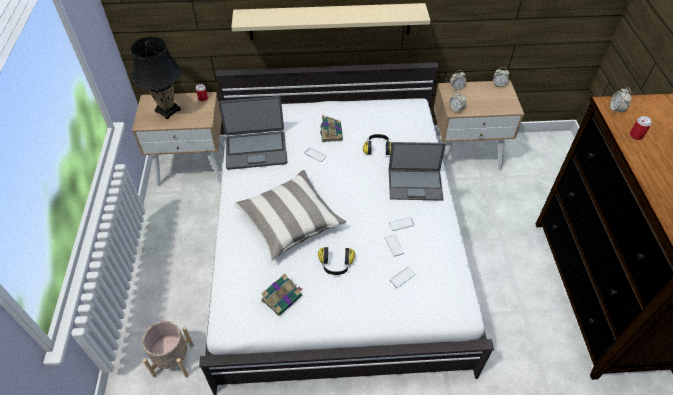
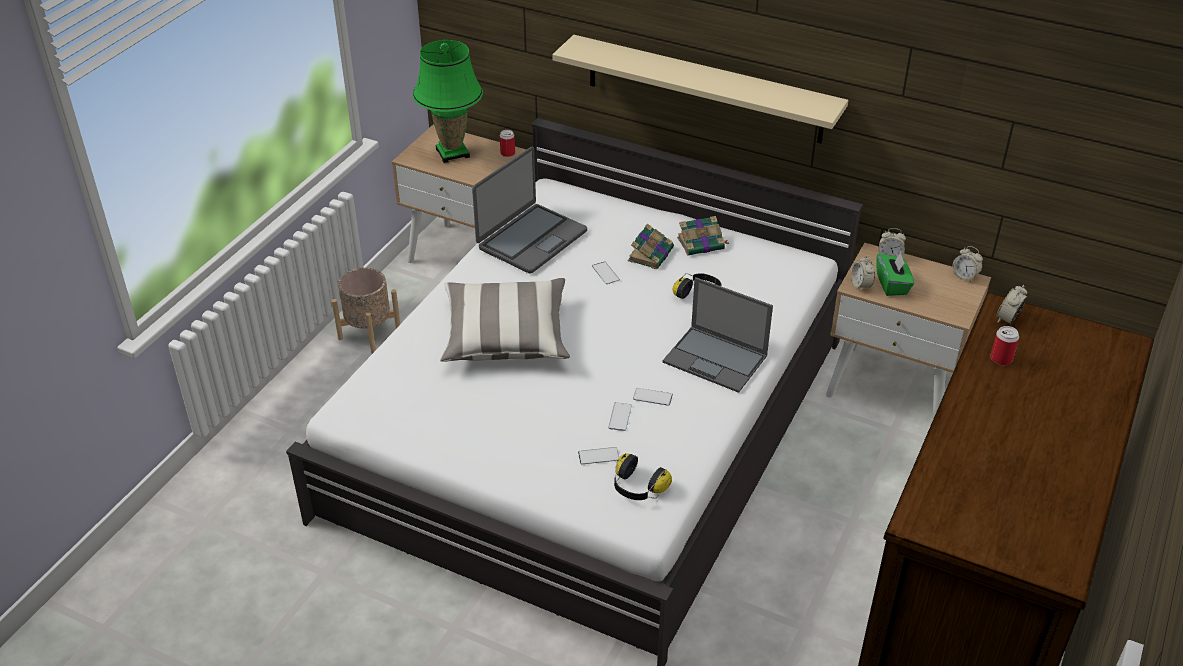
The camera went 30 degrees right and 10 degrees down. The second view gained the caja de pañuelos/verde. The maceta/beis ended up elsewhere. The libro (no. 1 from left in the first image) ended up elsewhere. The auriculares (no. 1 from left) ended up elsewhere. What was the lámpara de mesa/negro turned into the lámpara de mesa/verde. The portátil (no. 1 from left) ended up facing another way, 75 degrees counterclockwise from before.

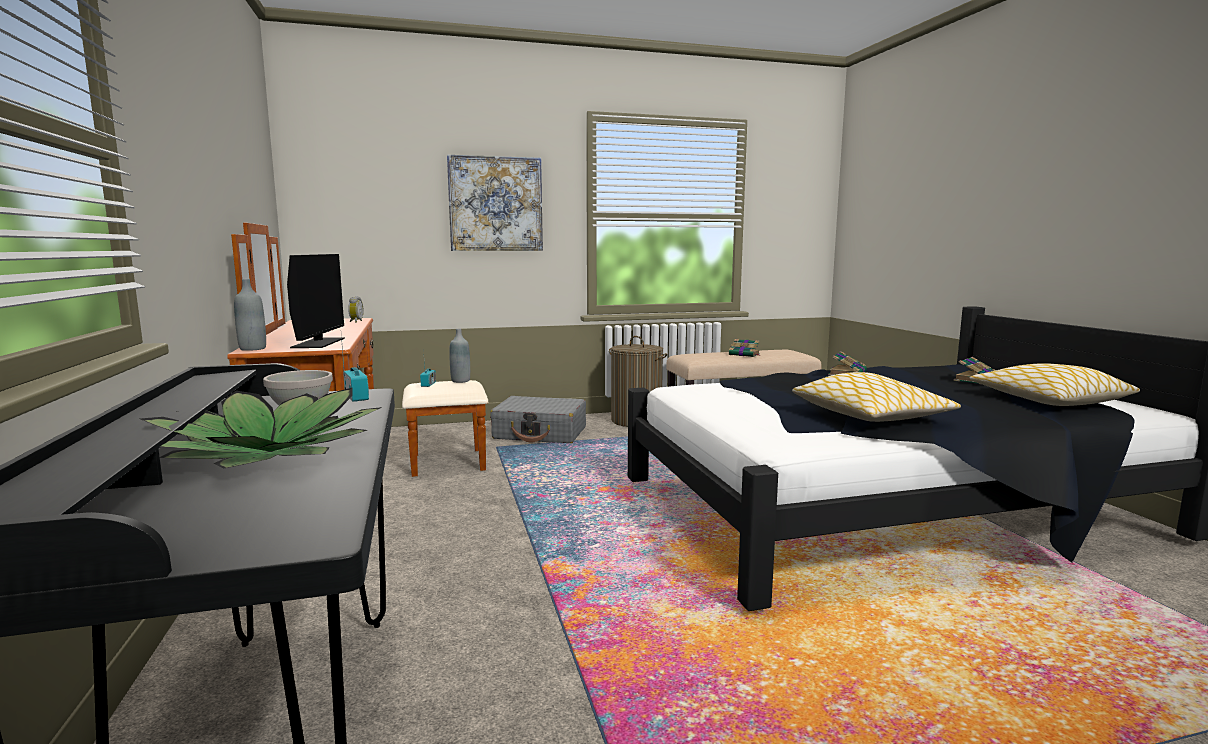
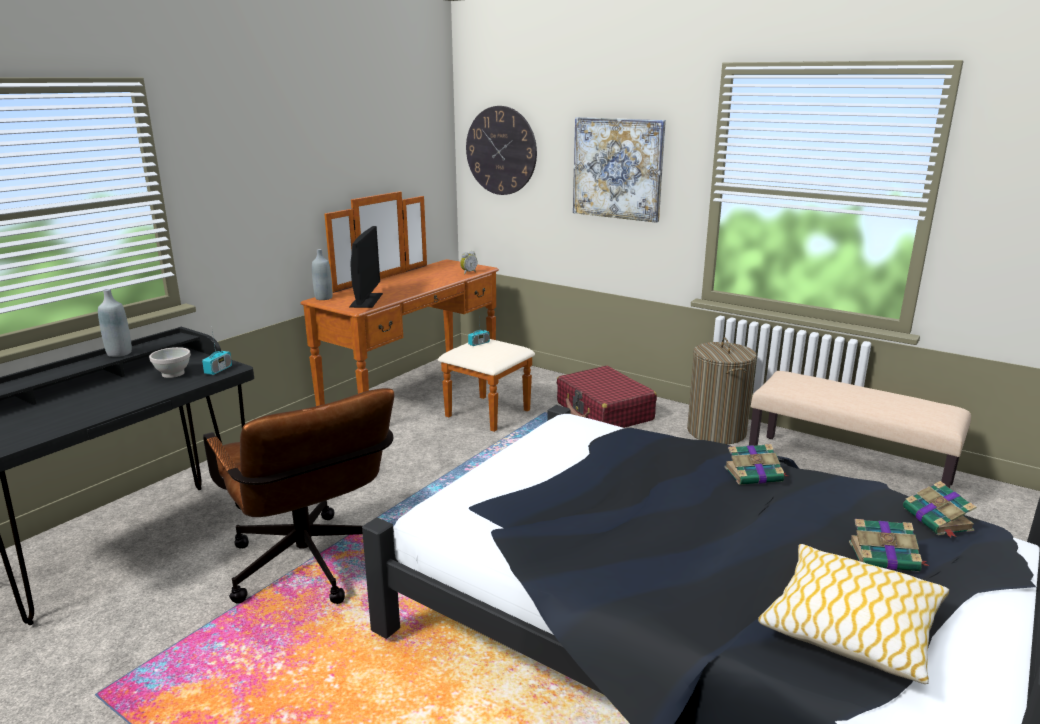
The camera went 50 degrees right and 10 degrees up. The second view lost the planta en maceta. The second view lost the cojín (no. 1 from left). The second view gained the silla de oficina/marrón. The second view gained the reloj de pared. The botella/gris (no. 2 from left in the first image) ended up elsewhere. The libro (no. 1 from left in the first image) ended up elsewhere. What was the maleta/gris turned into the maleta/rojo. The monitor ended up facing another way, 45 degrees counterclockwise from before.

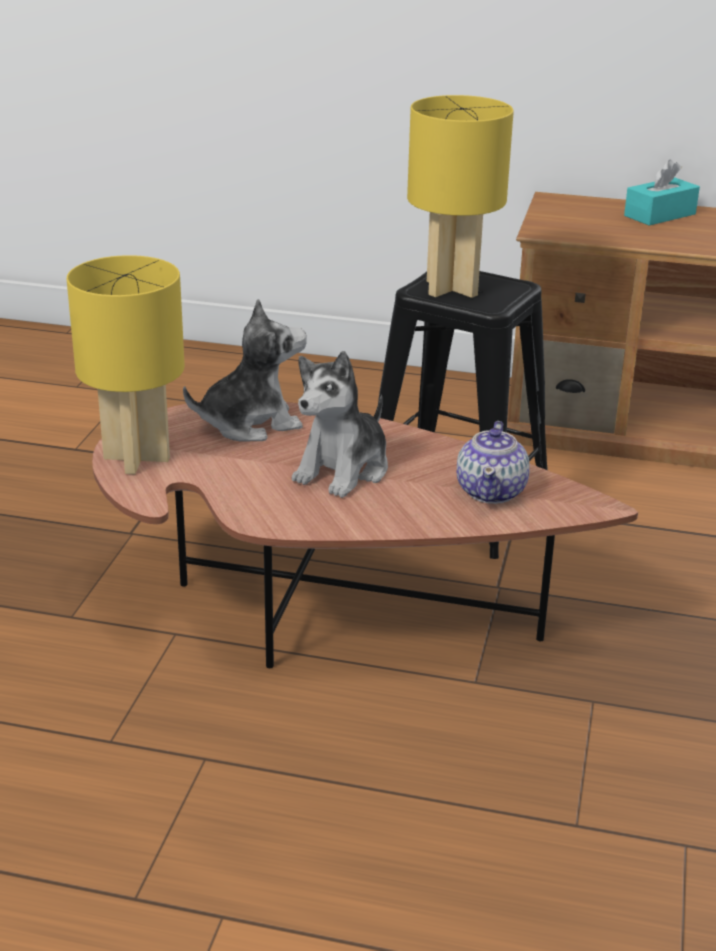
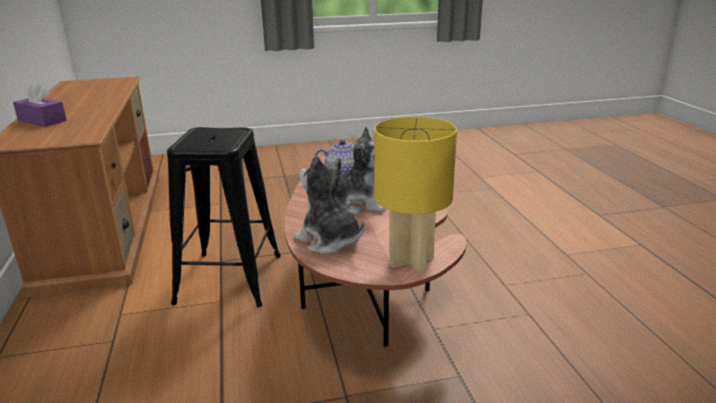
The camera went 115 degrees left and 5 degrees down. The second view lost the lámpara de mesa/amarillo (no. 2 from left). What was the caja de pañuelos/turquesa turned into the caja de pañuelos/morado.

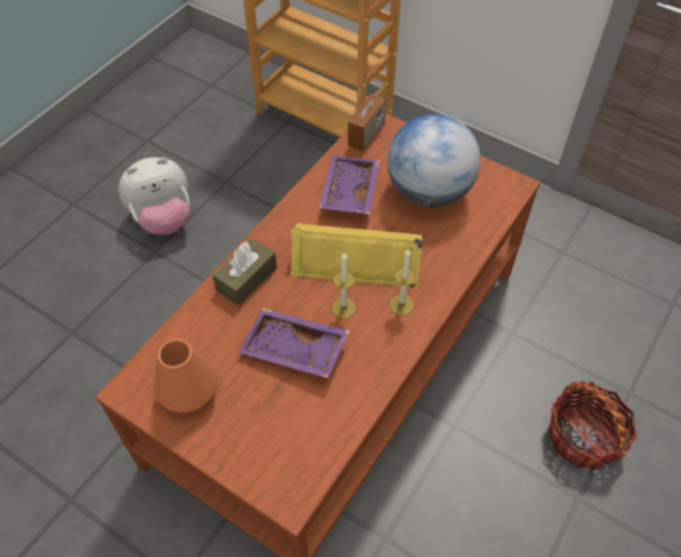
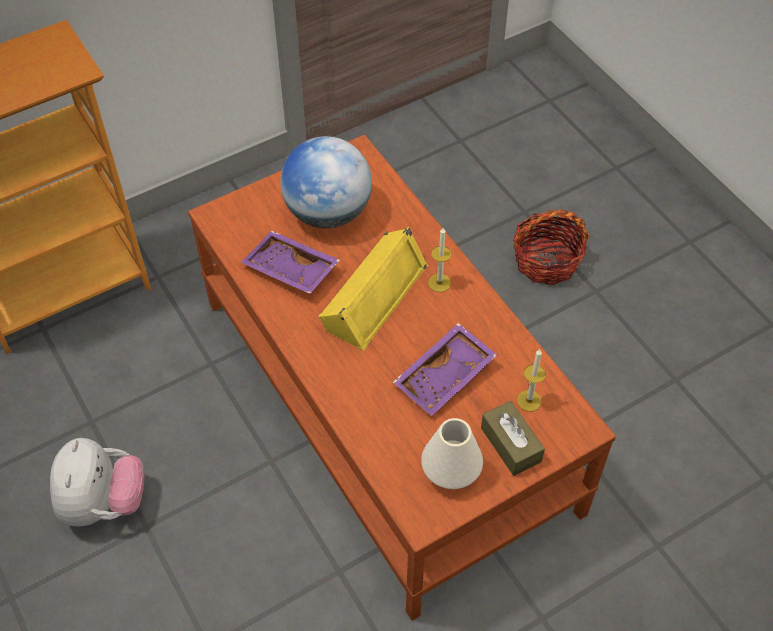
The camera went 65 degrees left and 0 degrees up. The second view lost the radio. The caja de pañuelos/marrón ended up elsewhere. The vela (no. 1 from left in the first image) ended up elsewhere. What was the florero/naranja turned into the florero/blanco.

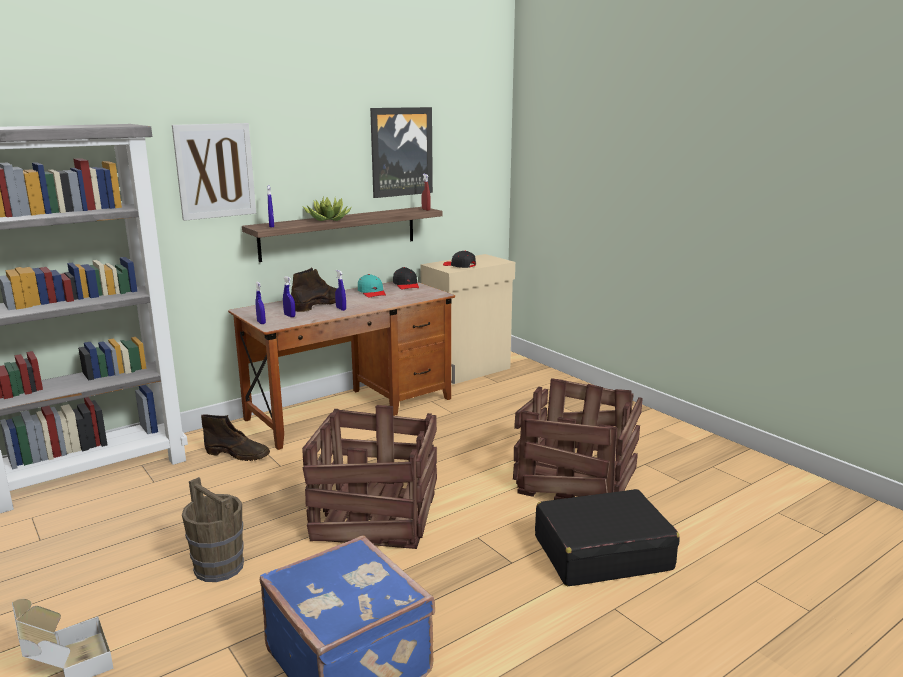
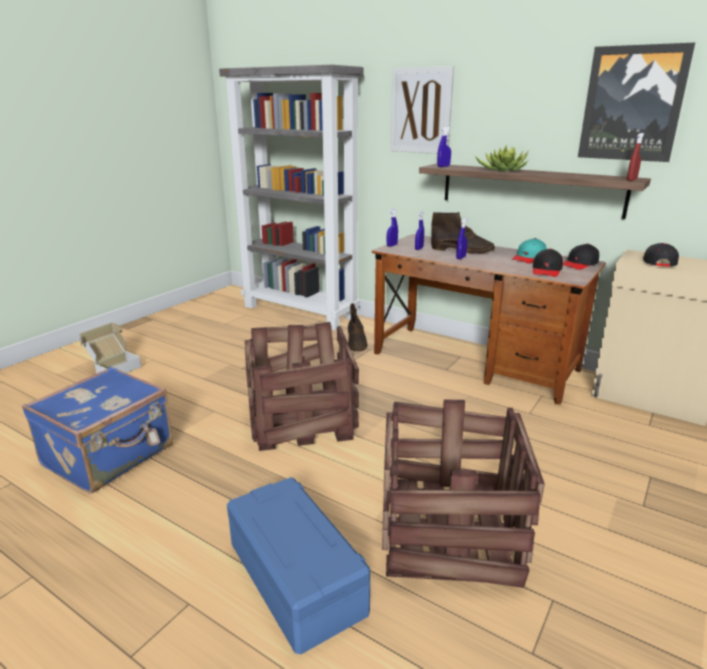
The camera went 70 degrees right and 5 degrees up. The second view lost the cubo/marrón. The second view gained the gorra/negro (no. 1 from left). Where the maleta/negro stood, the caja de almacenaje/azul came to stand.

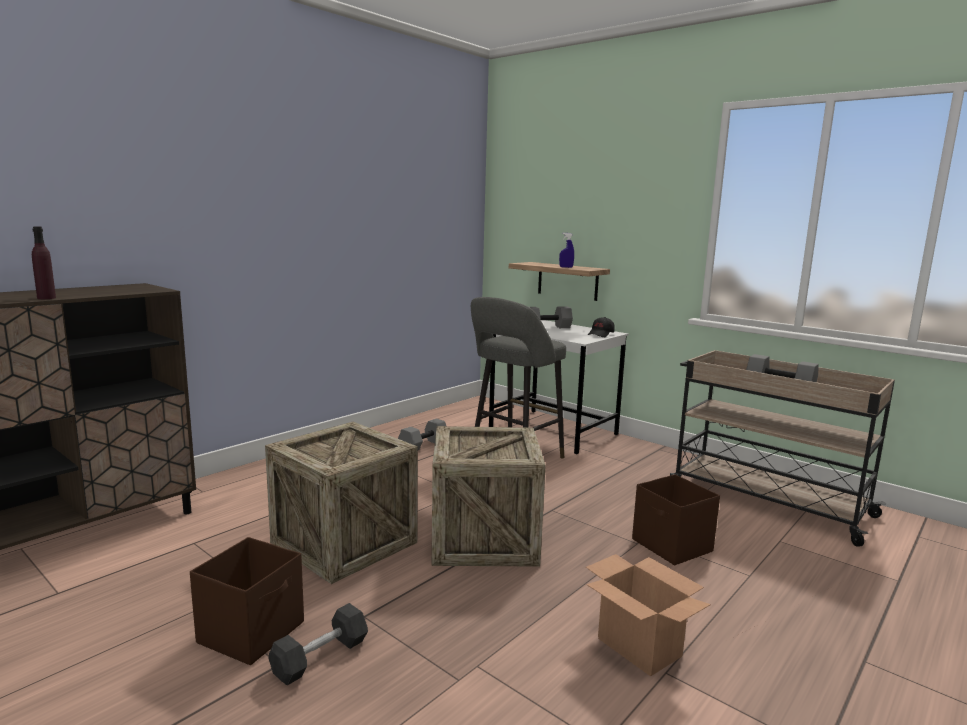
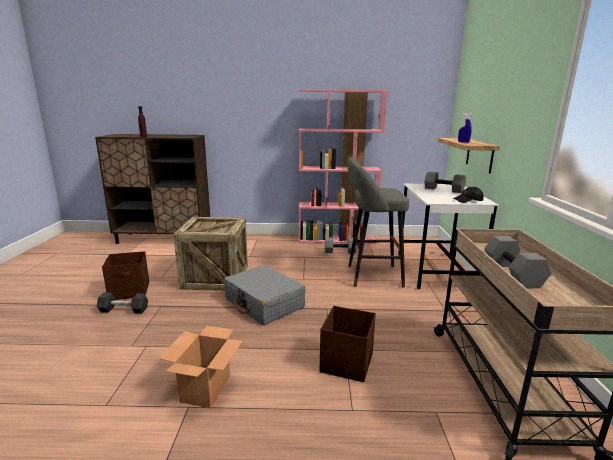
The camera went 50 degrees right and 5 degrees up. The second view gained the estantería/rosa. Where the caja de embalaje (no. 2 from left) stood, the maleta/gris came to stand.

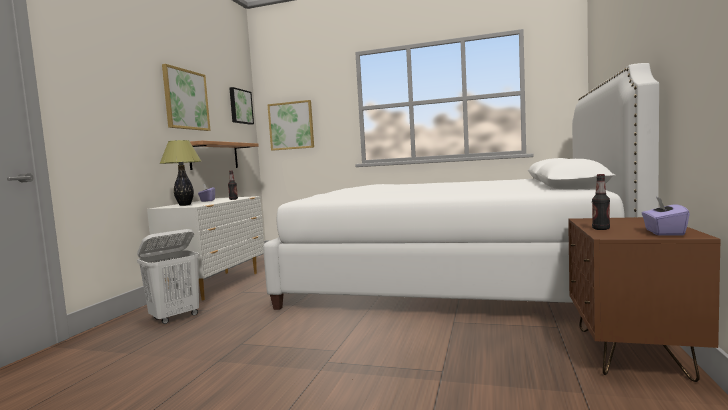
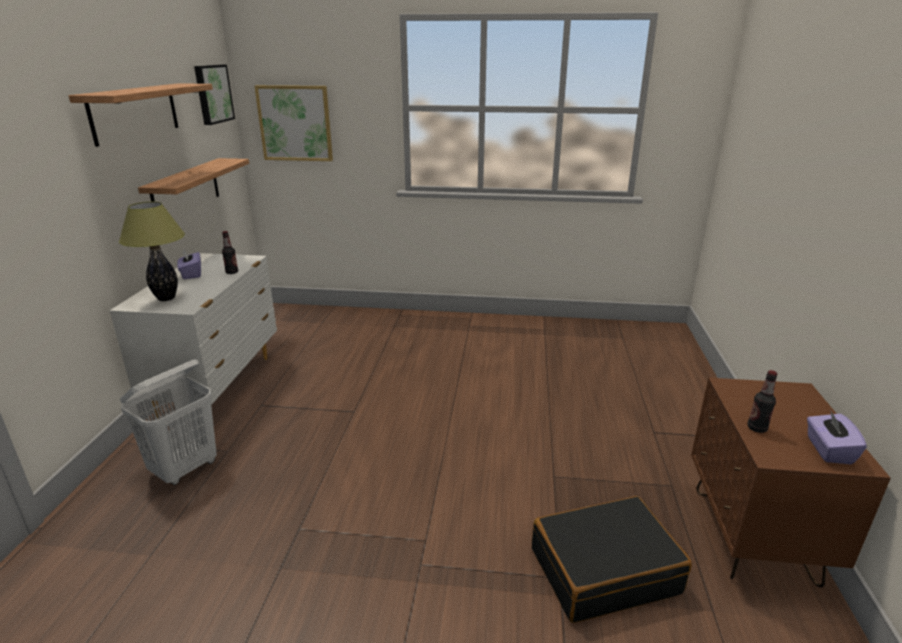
The camera went 10 degrees left and 20 degrees up. The second view lost the cama/blanco. The second view gained the maleta/negro. Where the cuadro (no. 1 from left) hung, the estante (no. 1 from left) came to hang.

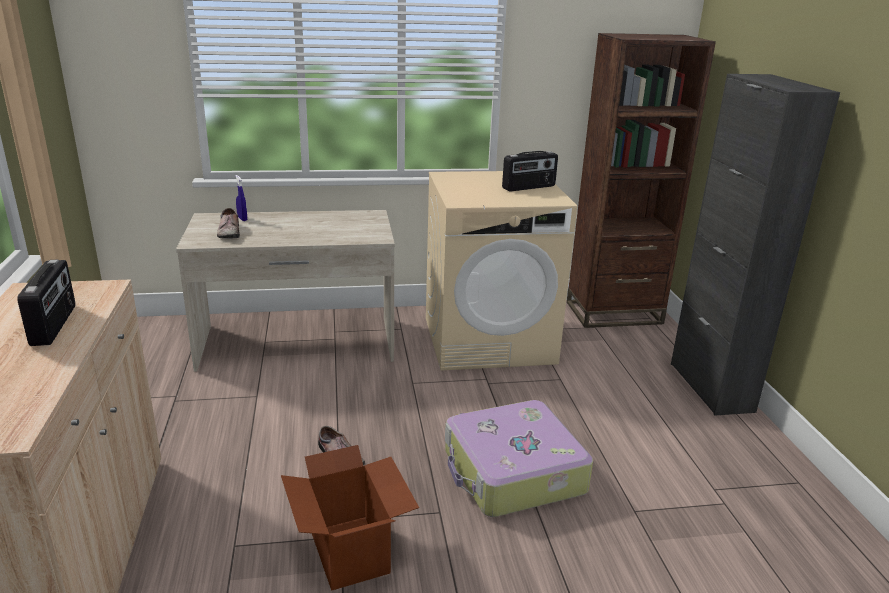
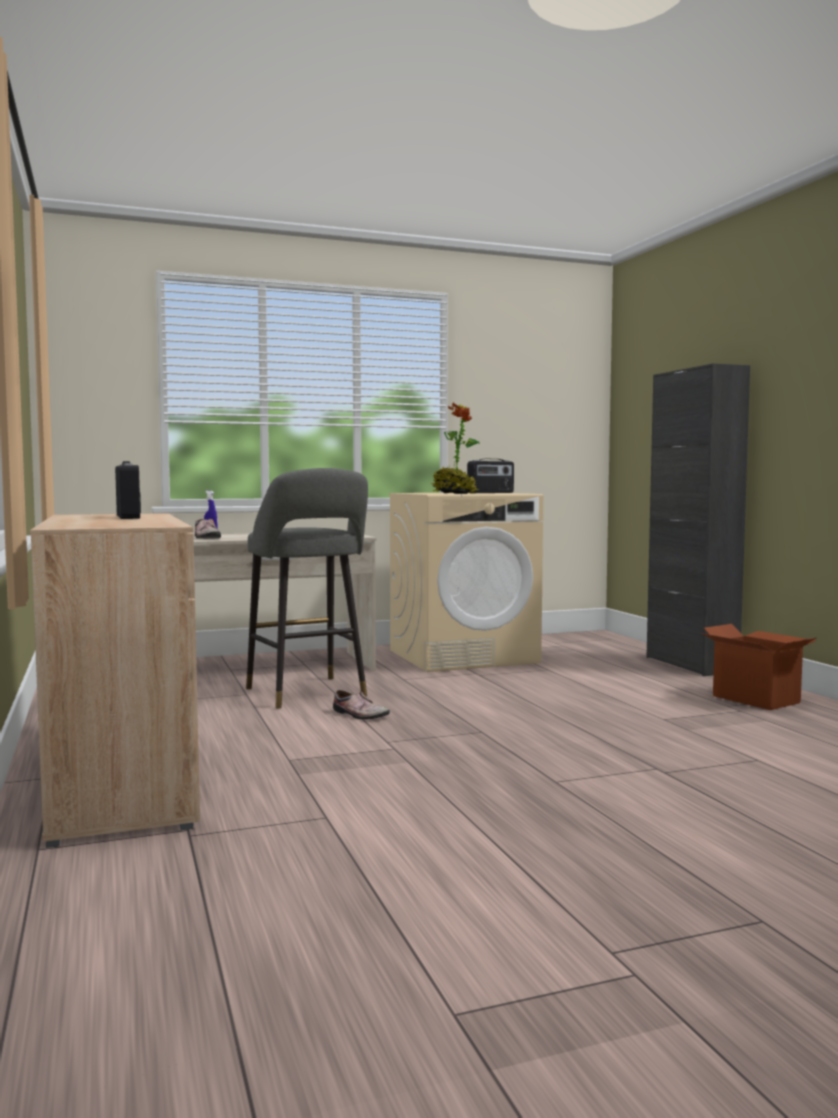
The camera went 10 degrees left and 20 degrees down. The second view lost the maleta. The second view lost the estantería/marrón. The second view gained the taburete/gris. The second view gained the planta en maceta. The caja de cartón ended up elsewhere.

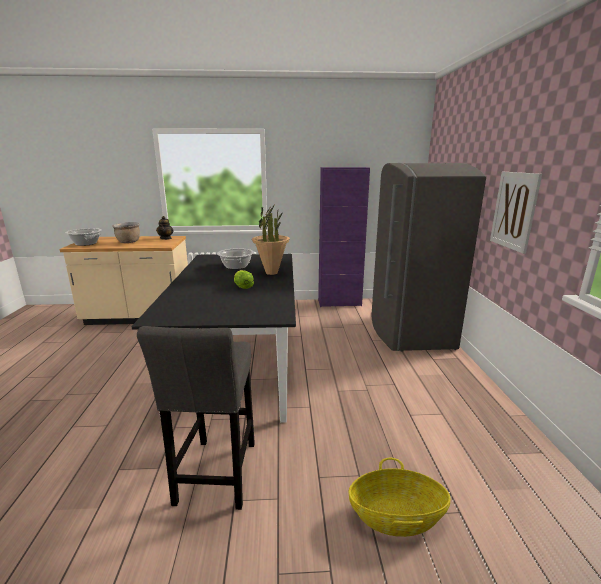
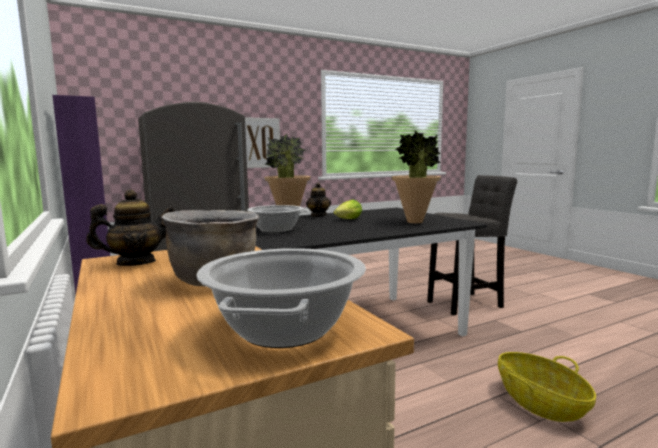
The camera went 115 degrees left and 10 degrees down. The second view gained the tetera (no. 2 from left). The second view gained the planta en maceta (no. 2 from left). The cesta ended up elsewhere.

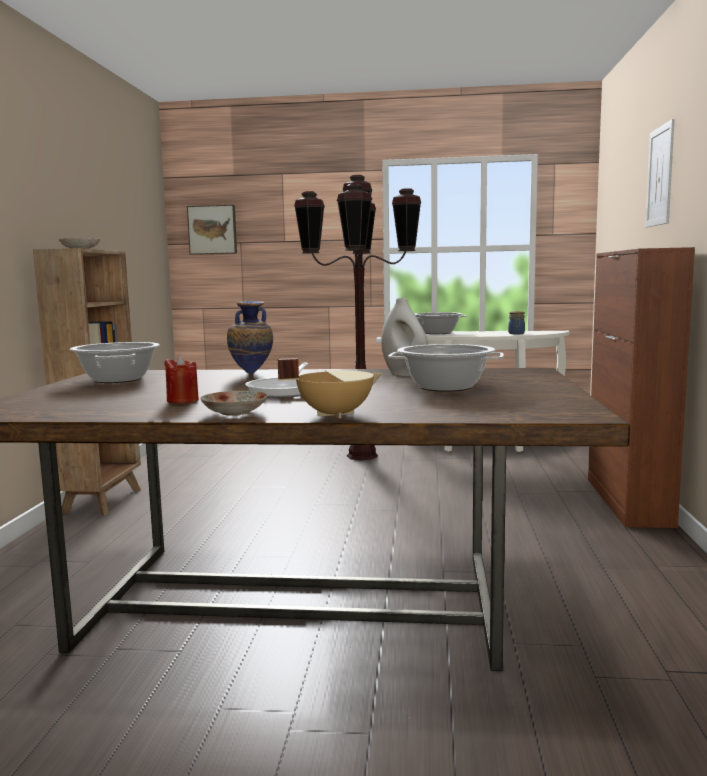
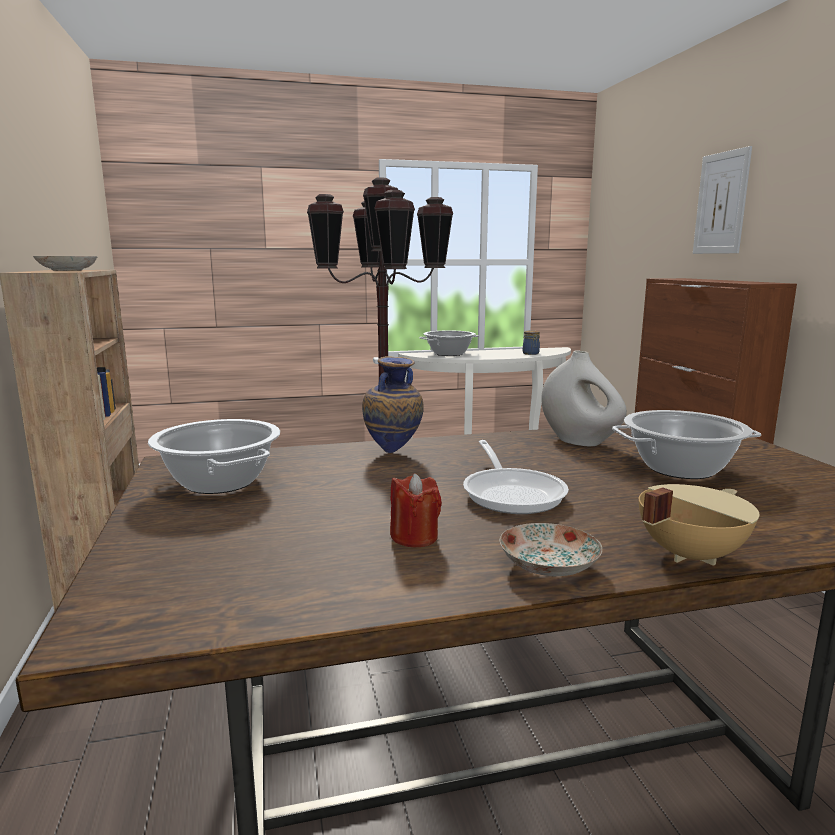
The camera went 20 degrees left and 5 degrees up. The second view lost the cuadro (no. 1 from left).

